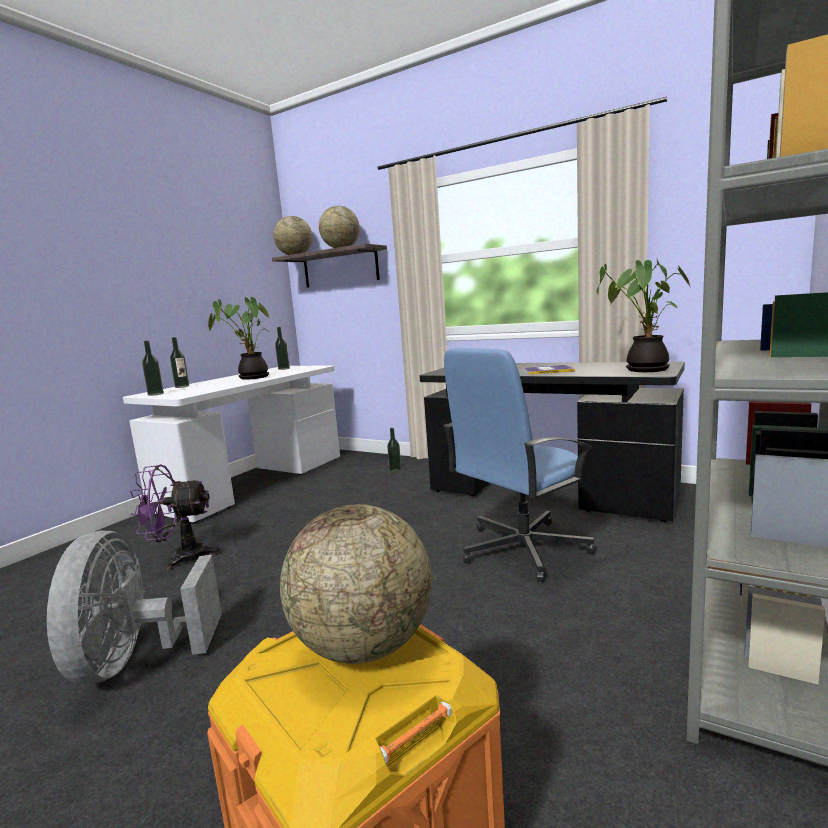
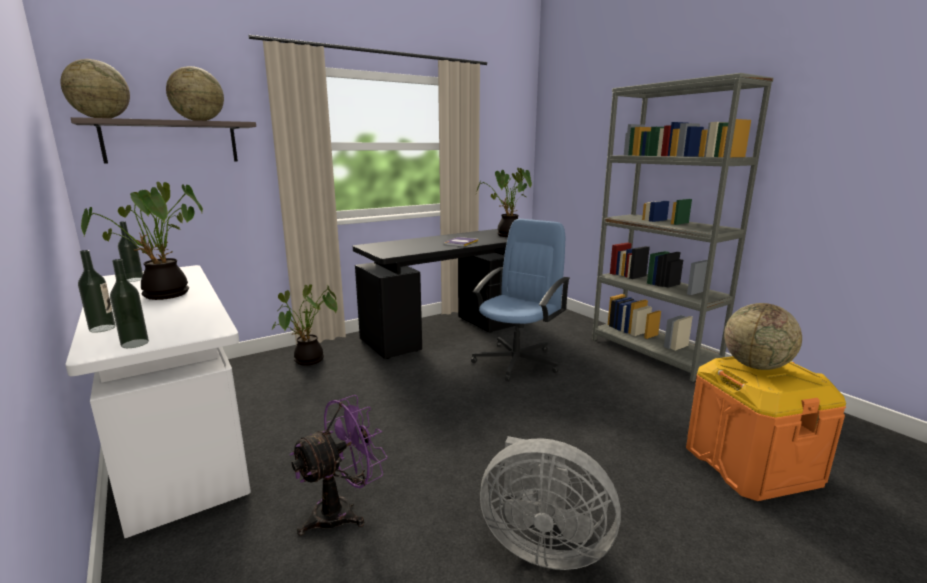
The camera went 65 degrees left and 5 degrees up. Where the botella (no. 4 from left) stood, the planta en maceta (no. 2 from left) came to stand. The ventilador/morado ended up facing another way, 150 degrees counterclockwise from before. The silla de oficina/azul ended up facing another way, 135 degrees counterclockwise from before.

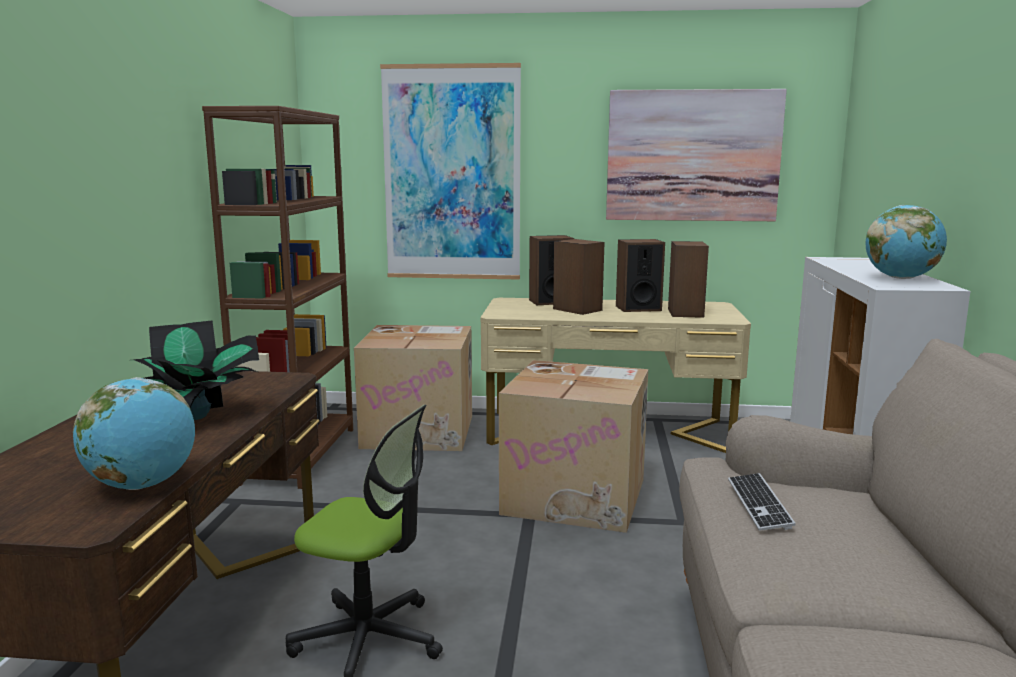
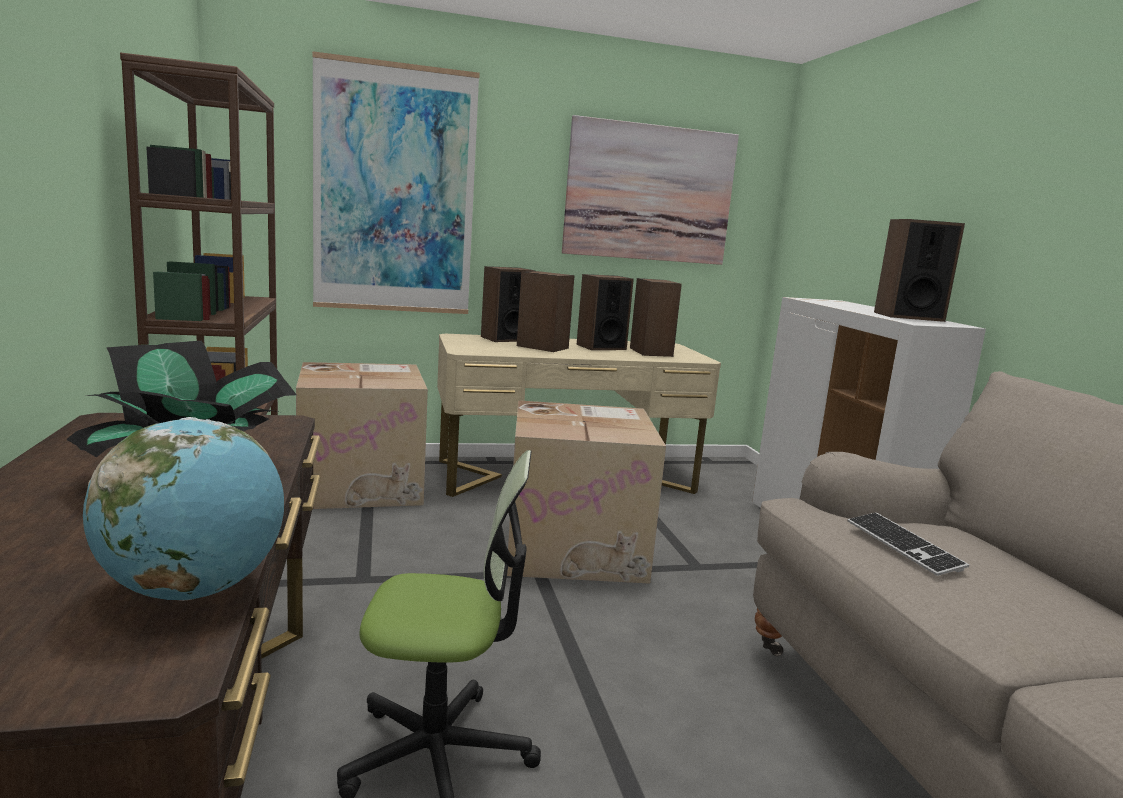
The camera went 20 degrees left and 0 degrees up. Where the globo terráqueo (no. 2 from left) stood, the altavoz (no. 5 from left) came to stand.

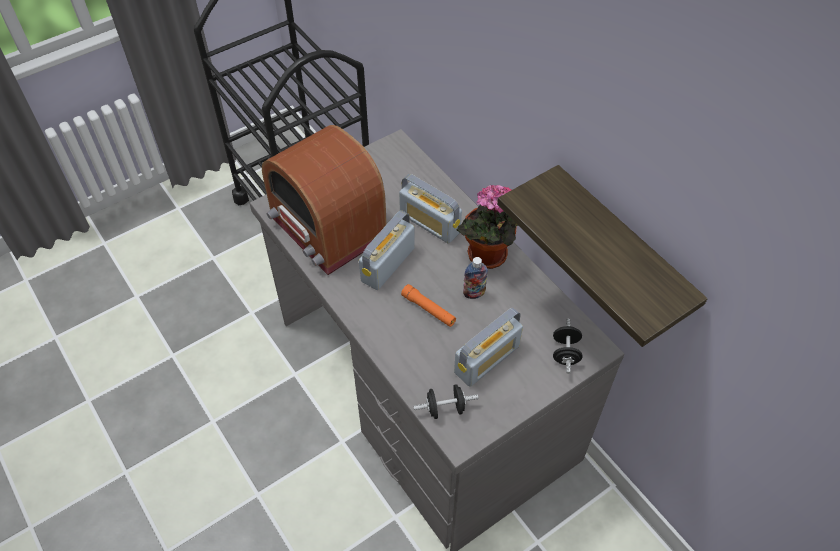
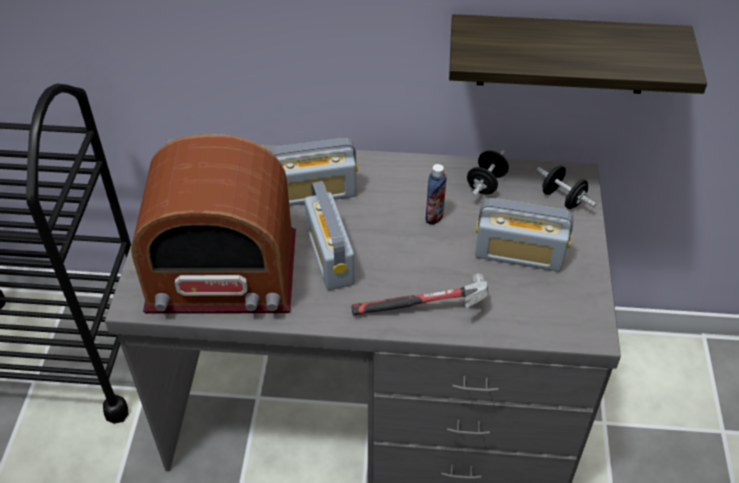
The camera went 50 degrees left and 5 degrees down. The second view lost the linterna/naranja. The second view lost the planta en maceta. The second view gained the martillo. The mancuerna/negro (no. 1 from left) ended up elsewhere. The radio (no. 4 from left) ended up facing another way, 105 degrees clockwise from before.

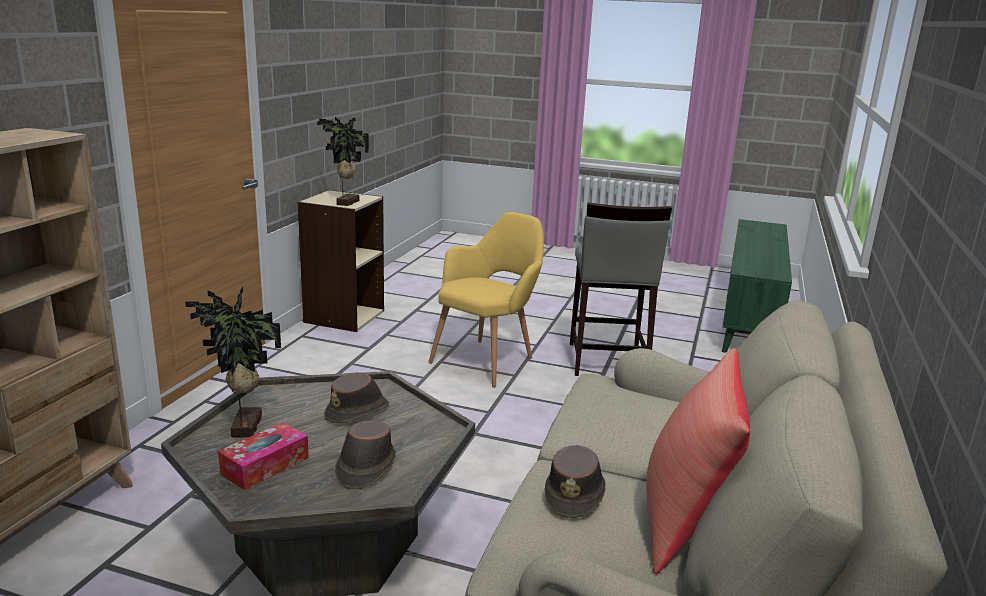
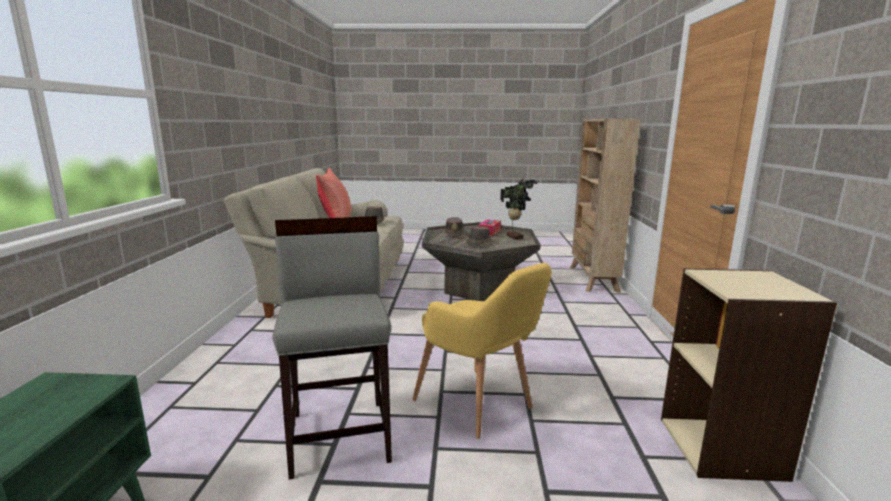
The camera went 165 degrees right and 5 degrees down. The second view lost the planta en maceta (no. 2 from left). The sillón/amarillo ended up facing another way, 60 degrees counterclockwise from before.

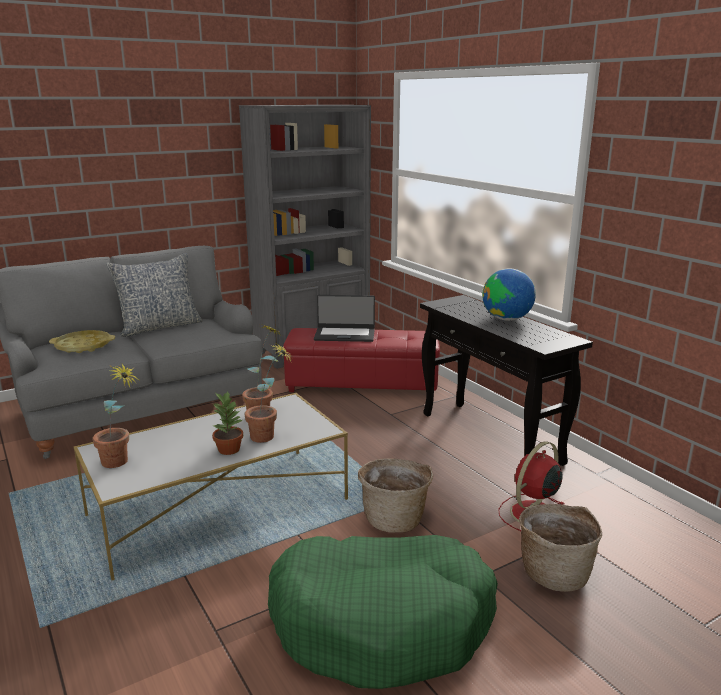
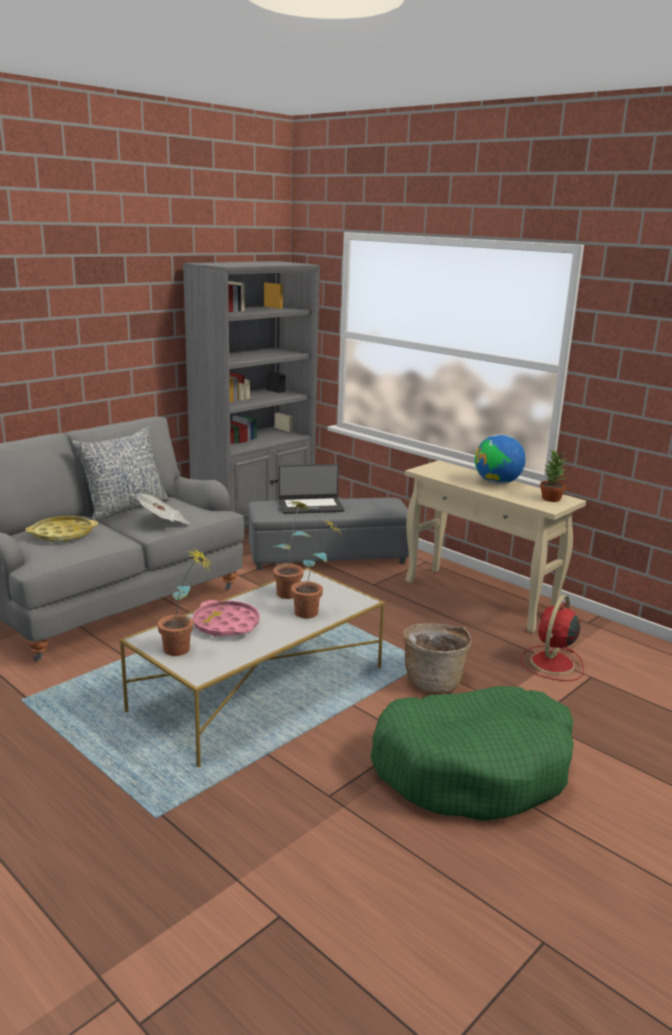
The camera went 15 degrees left and 0 degrees up. The second view lost the cesta (no. 2 from left). The second view gained the periódico. The second view gained the bandeja/rosa. The planta en maceta (no. 2 from left in the first image) ended up elsewhere. What was the puf/rojo turned into the puf/gris. What was the mesa consola/negro turned into the mesa consola/beis.

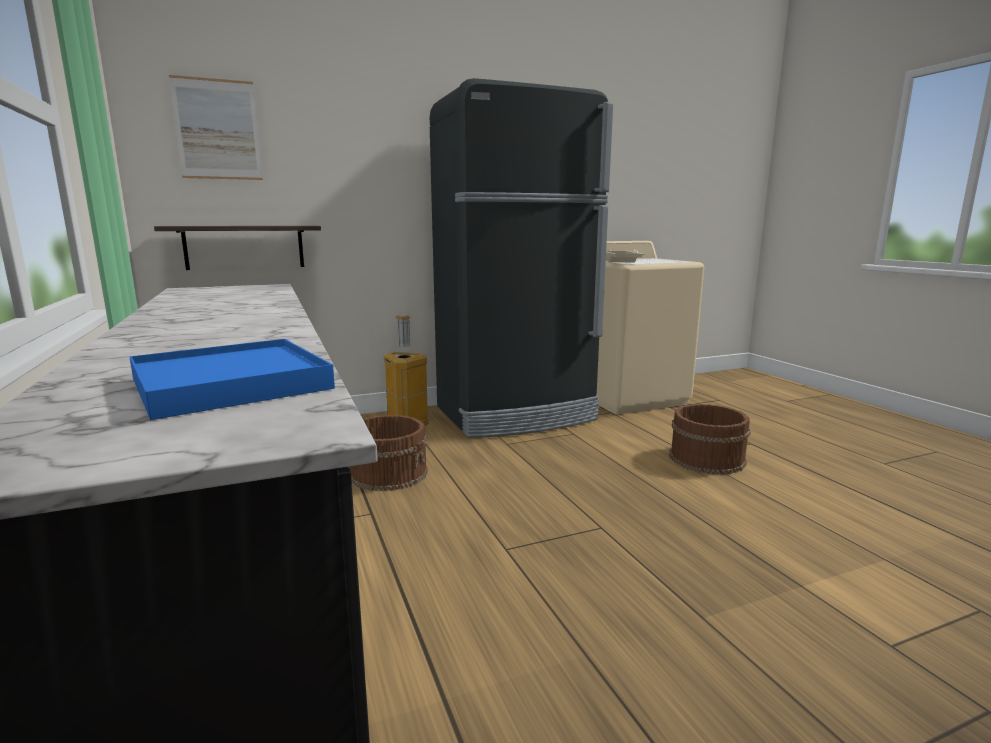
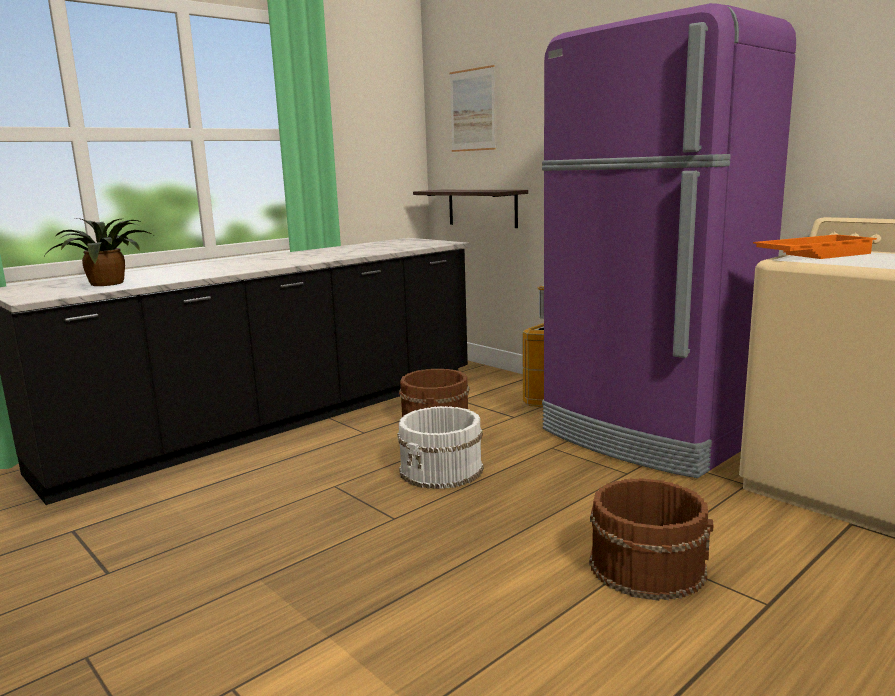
The camera went 70 degrees right and 0 degrees up. The second view gained the cubo/blanco. Where the bandeja/azul stood, the planta en maceta came to stand. What was the nevera/negro turned into the nevera/morado. What was the bandeja/beis turned into the bandeja/naranja.

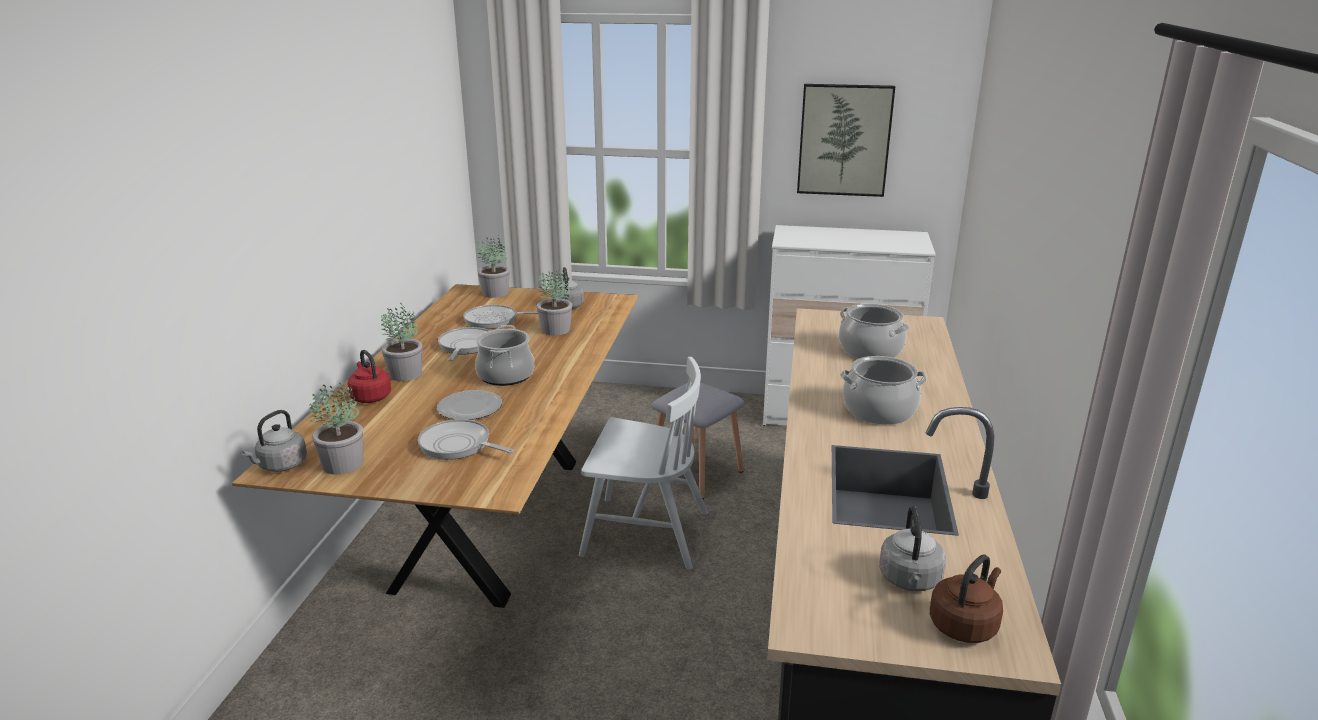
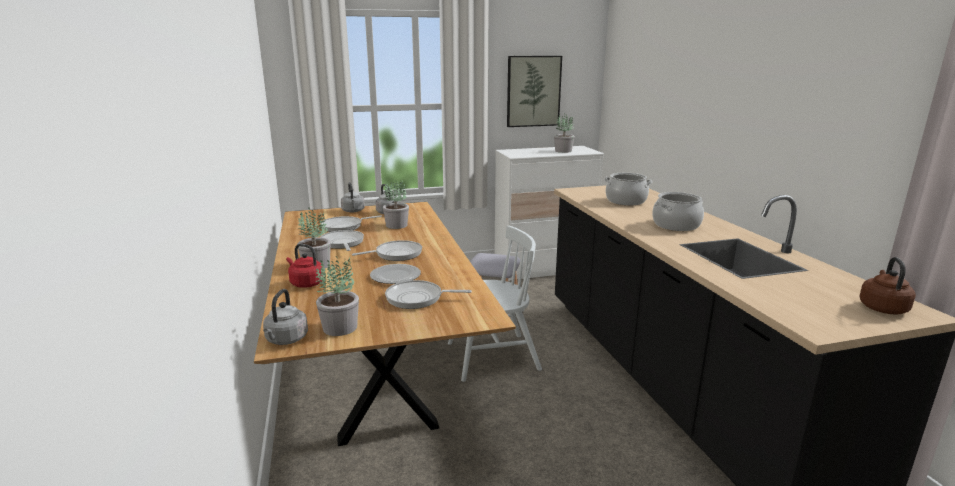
The camera went 25 degrees left and 5 degrees down. The planta en maceta (no. 3 from left in the first image) ended up elsewhere. The hervidor/gris (no. 3 from left in the first image) ended up elsewhere. Where the olla (no. 1 from left) stood, the sartén (no. 3 from left) came to stand.

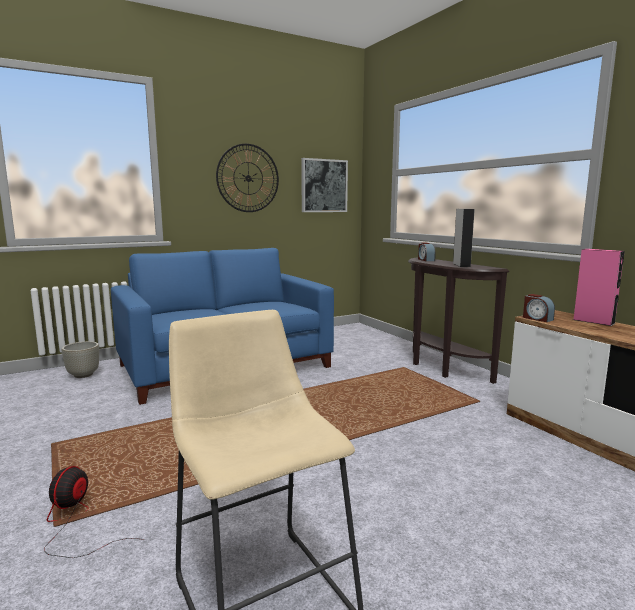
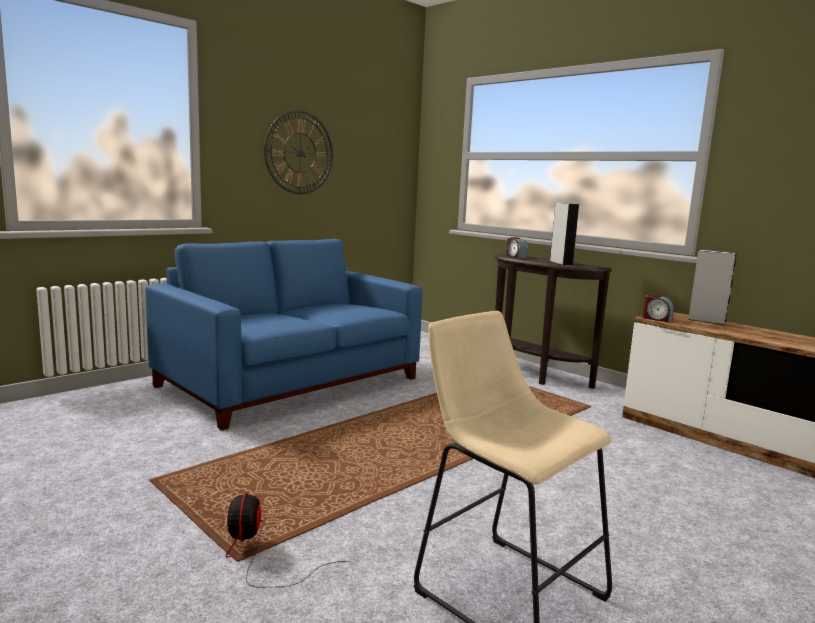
The camera went 15 degrees left and 0 degrees up. The second view lost the maceta/gris. The second view lost the cuadro. What was the altavoz/rosa turned into the altavoz/gris (no. 2 from left).

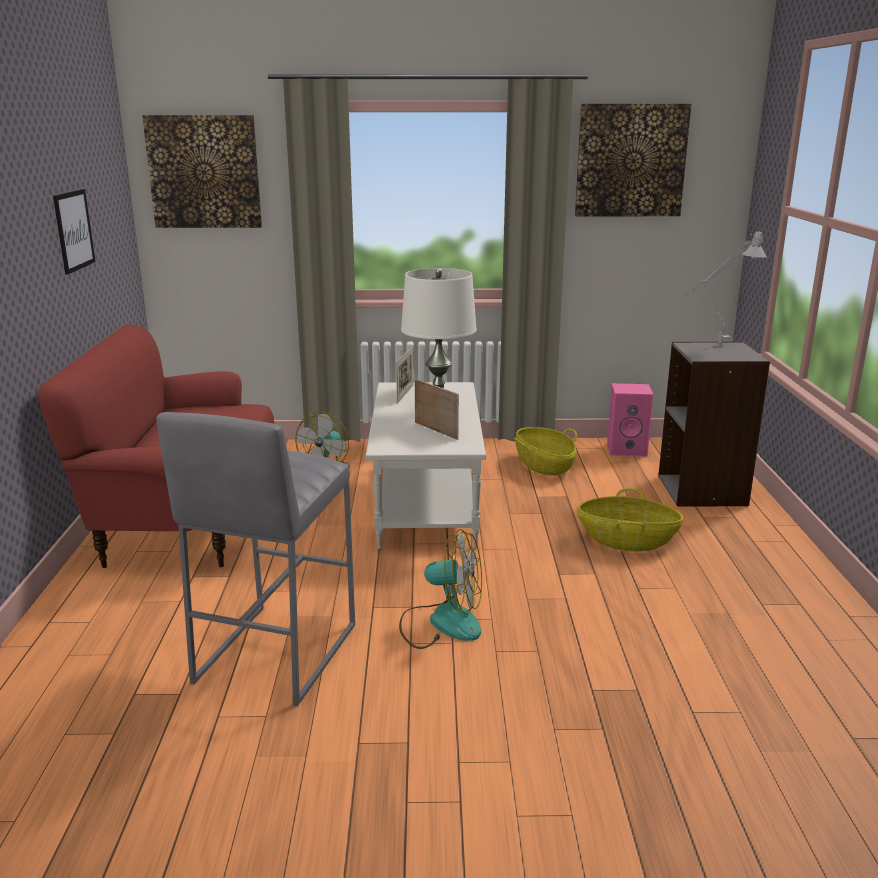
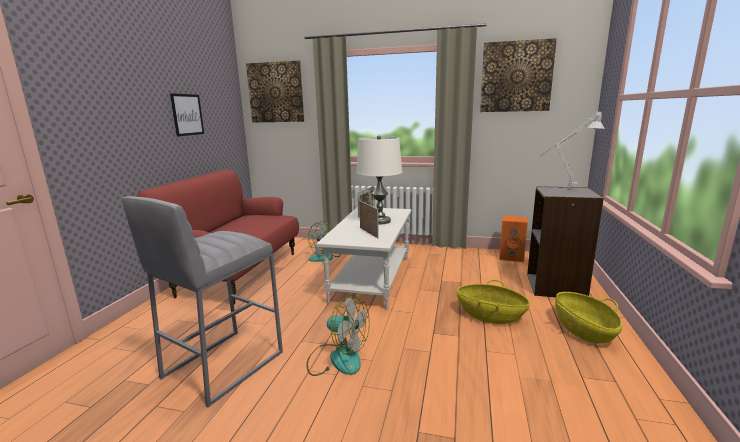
The camera went 15 degrees right and 5 degrees down. The cesta (no. 1 from left in the first image) ended up elsewhere. What was the altavoz/rosa turned into the altavoz/naranja.

